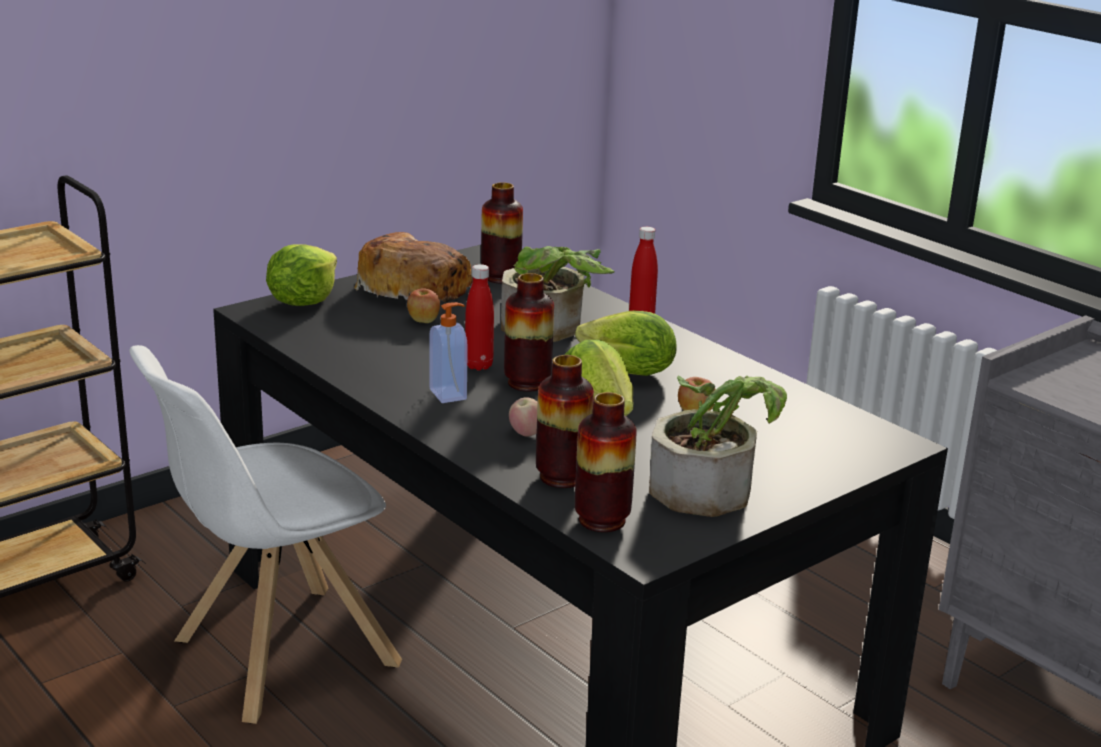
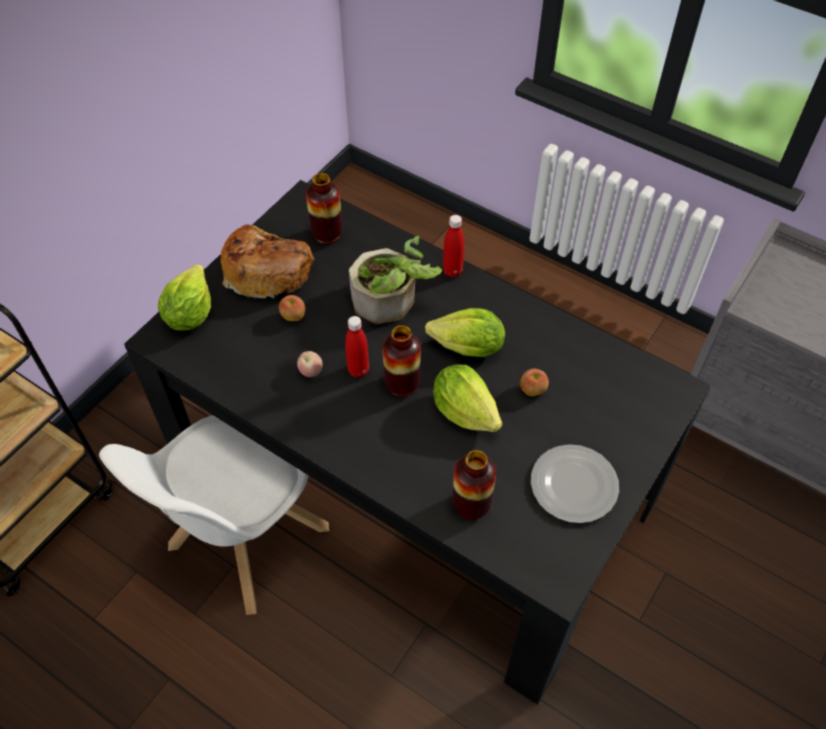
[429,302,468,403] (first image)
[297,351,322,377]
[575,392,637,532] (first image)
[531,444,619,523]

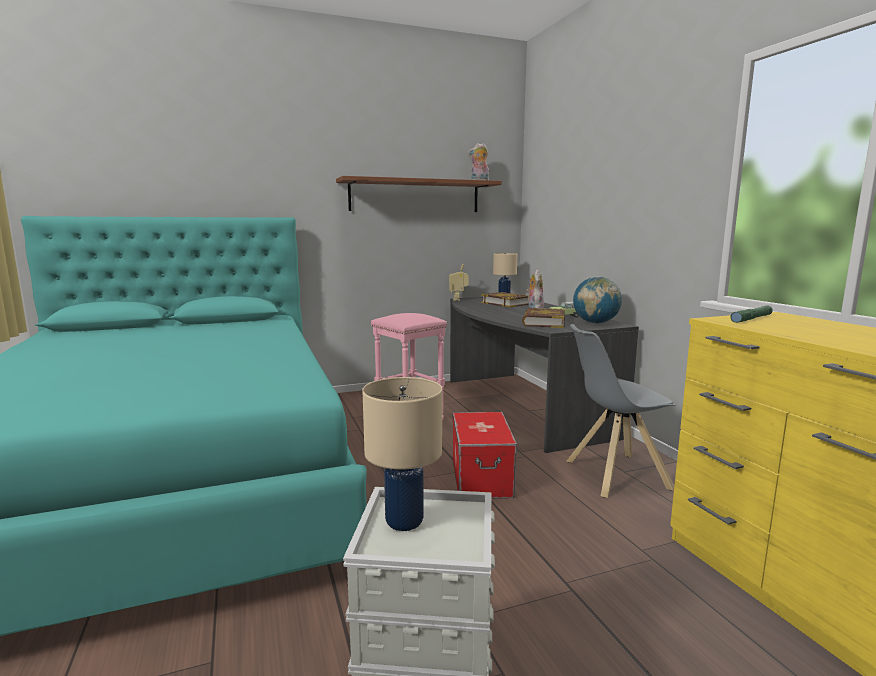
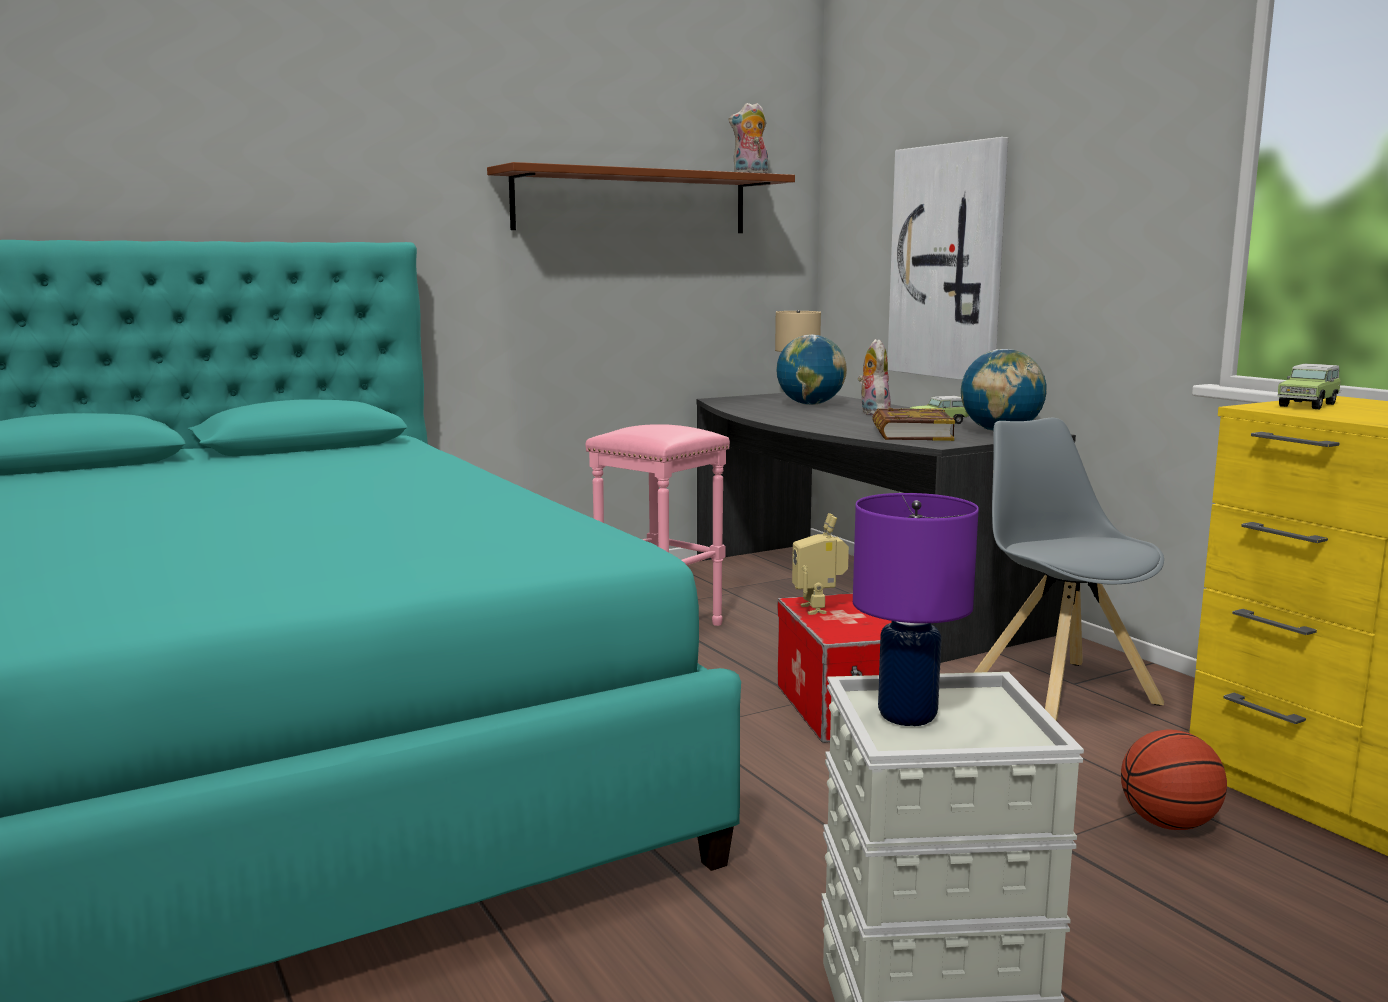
[853,493,979,726]
[792,513,849,615]
[776,335,847,405]
[973,418,1164,721]
[1278,364,1341,410]
[888,137,1008,380]
[1121,729,1227,830]

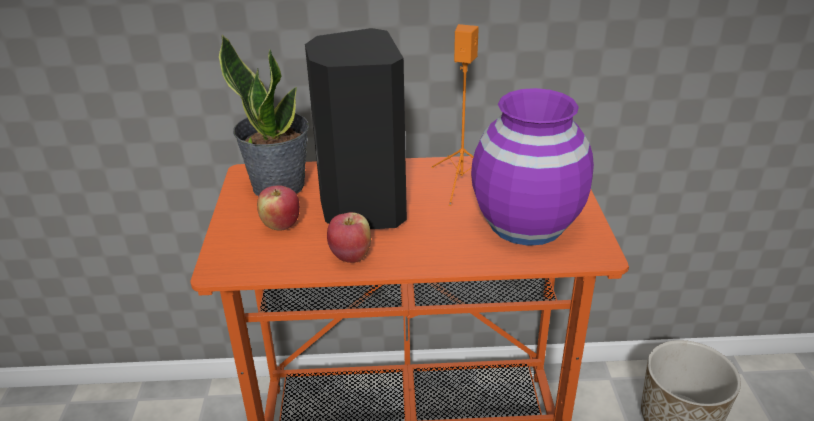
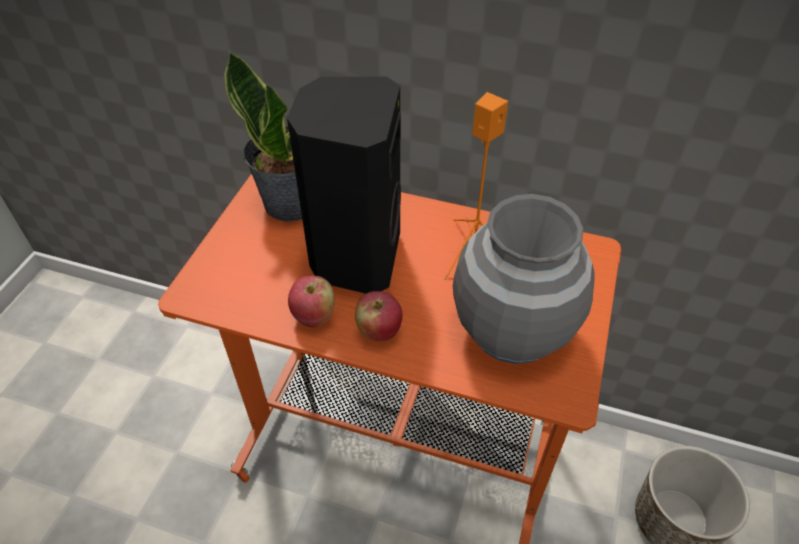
[355,291,403,342]
[453,194,594,364]

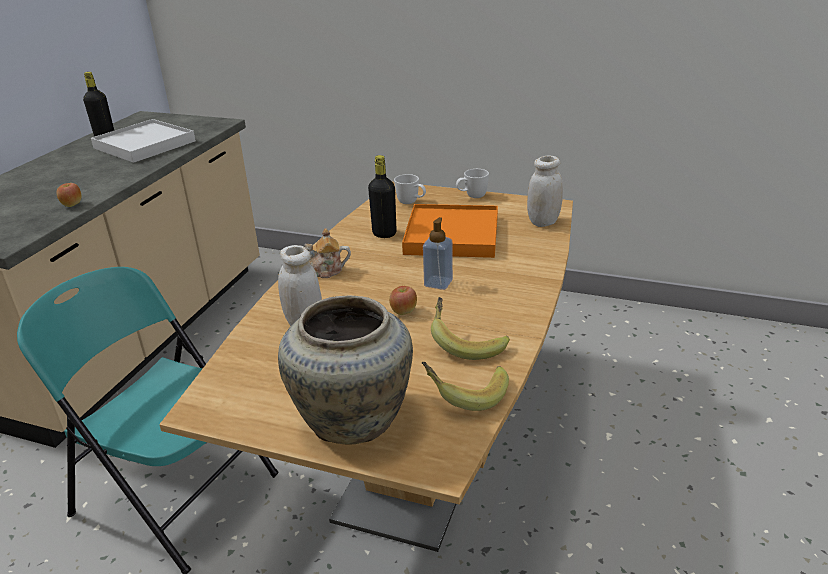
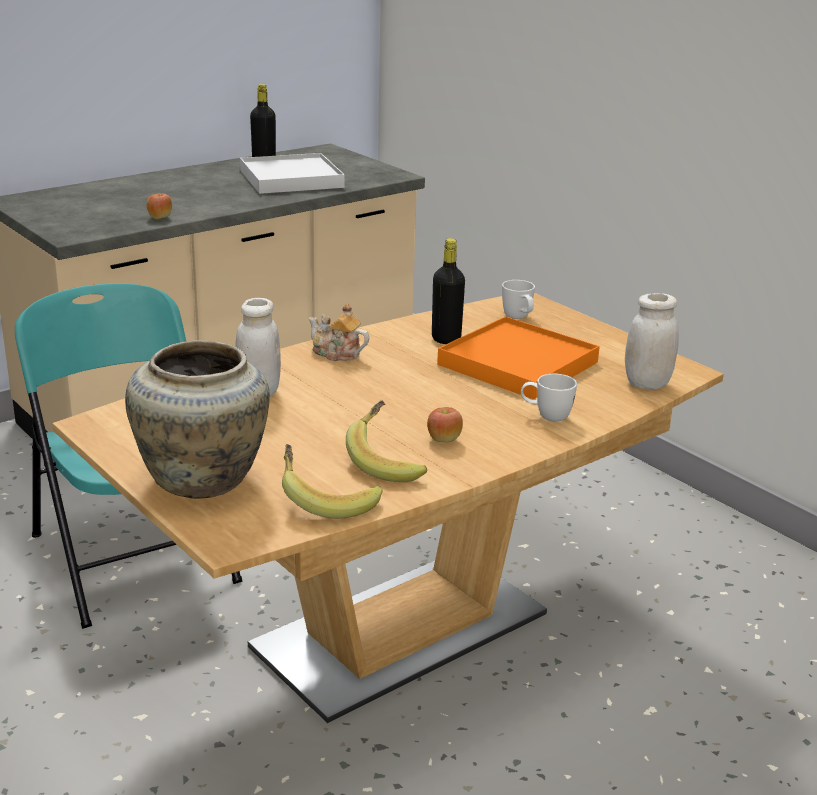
[427,407,463,442]
[423,217,453,290] (first image)
[521,374,577,422]

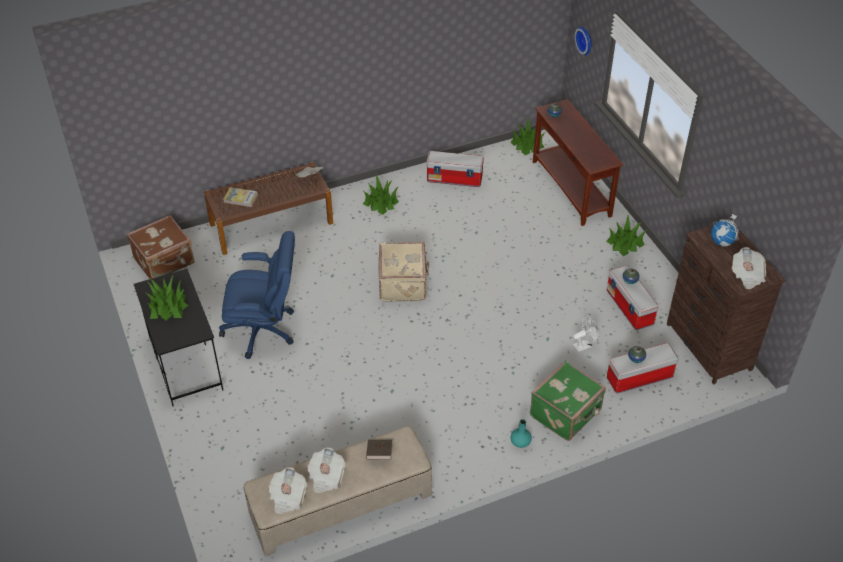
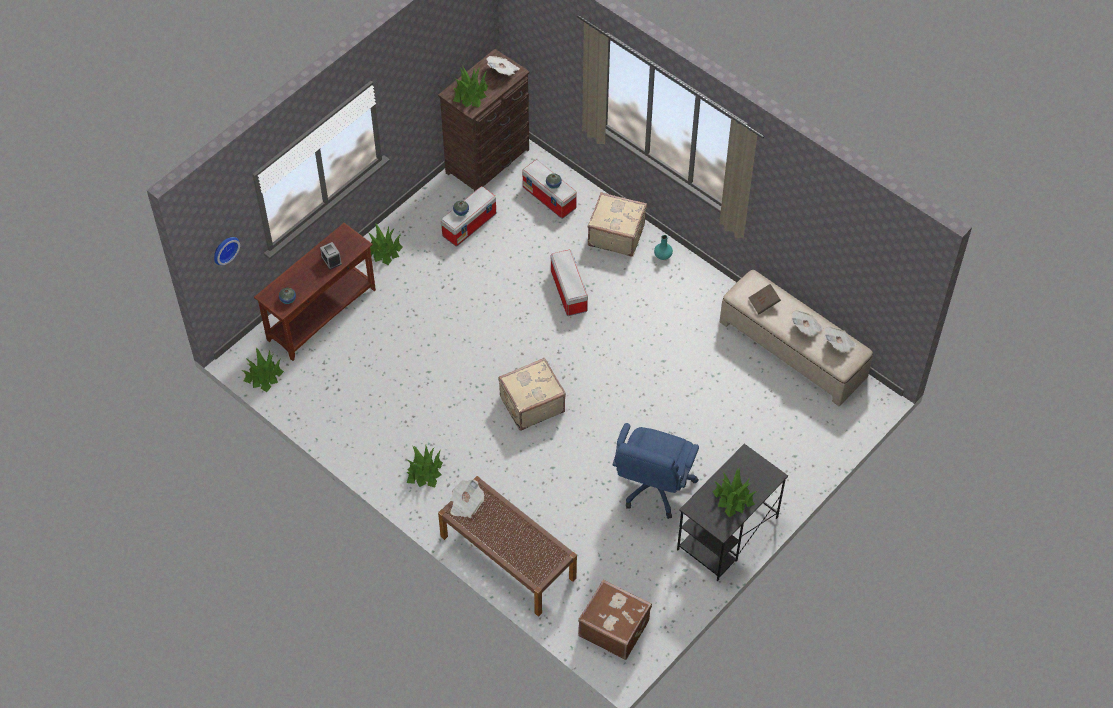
[613,423,699,519]
[223,187,258,207] (first image)
[551,250,588,316]
[588,192,647,257]
[573,316,600,352] (first image)
[453,66,488,108]
[320,242,342,270]

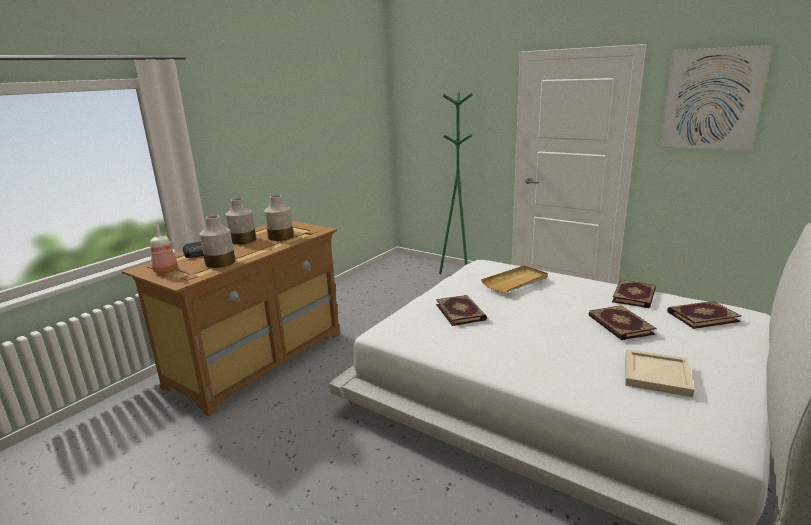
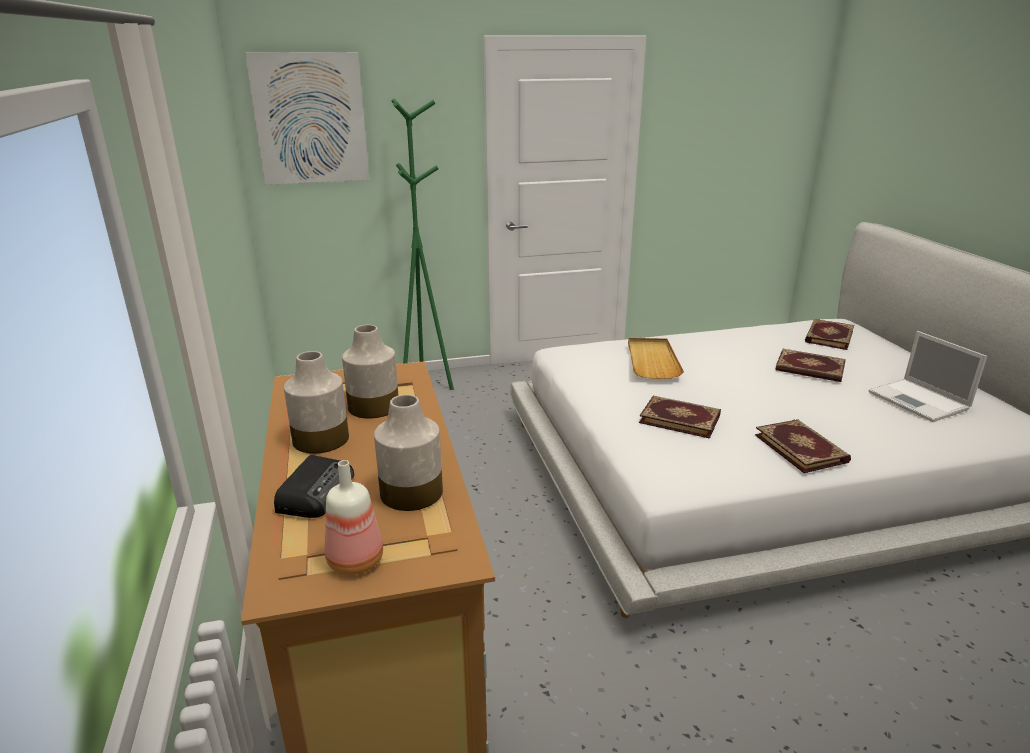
[755,419,851,473]
[869,331,987,422]
[245,52,369,185]

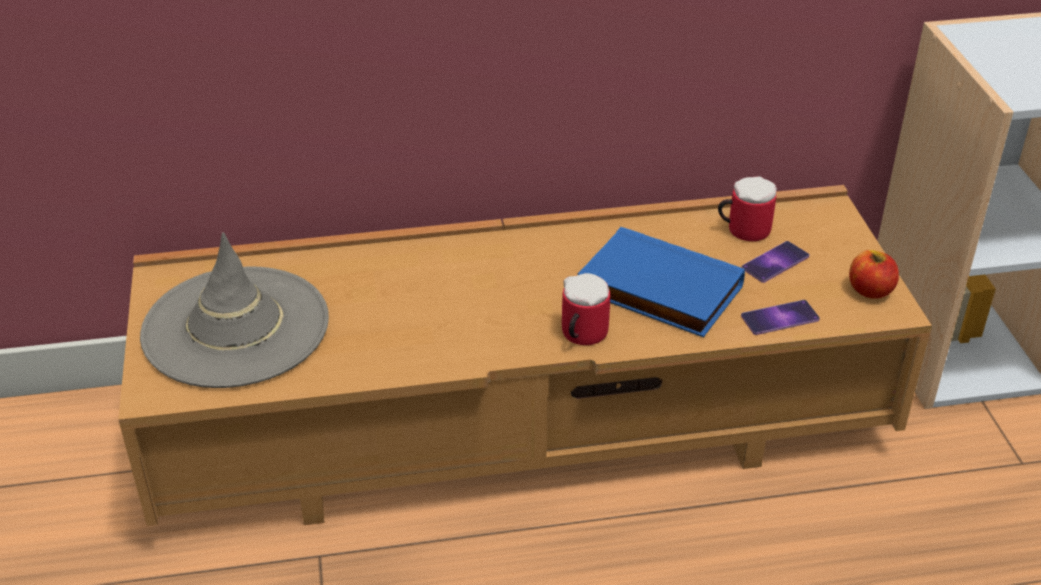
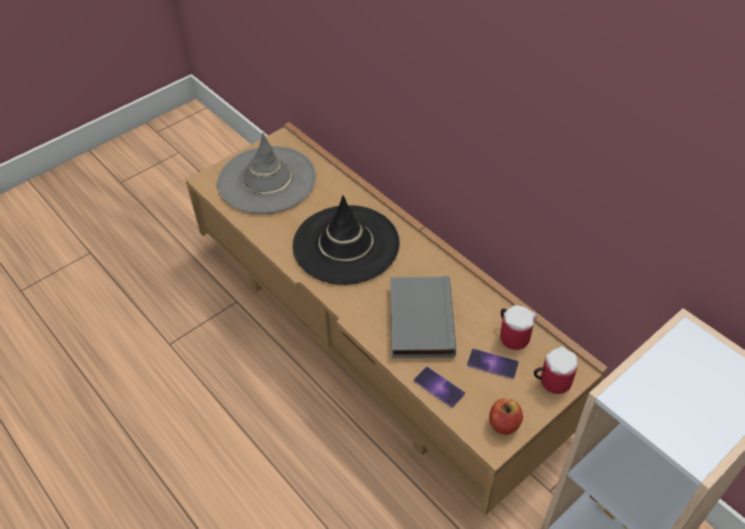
[534,346,578,394]
[390,276,456,358]
[293,195,400,285]

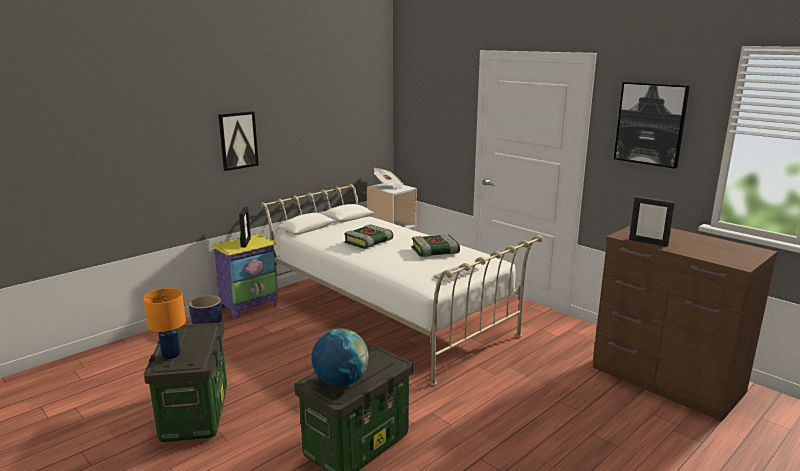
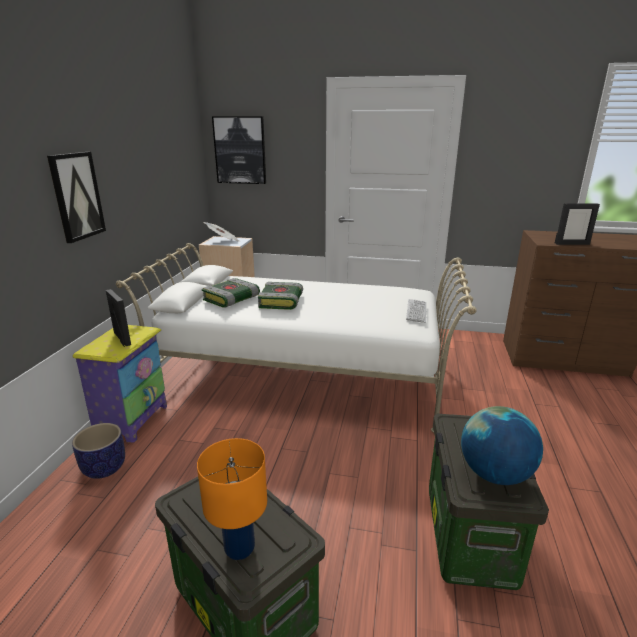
[202,278,260,308]
[212,116,266,184]

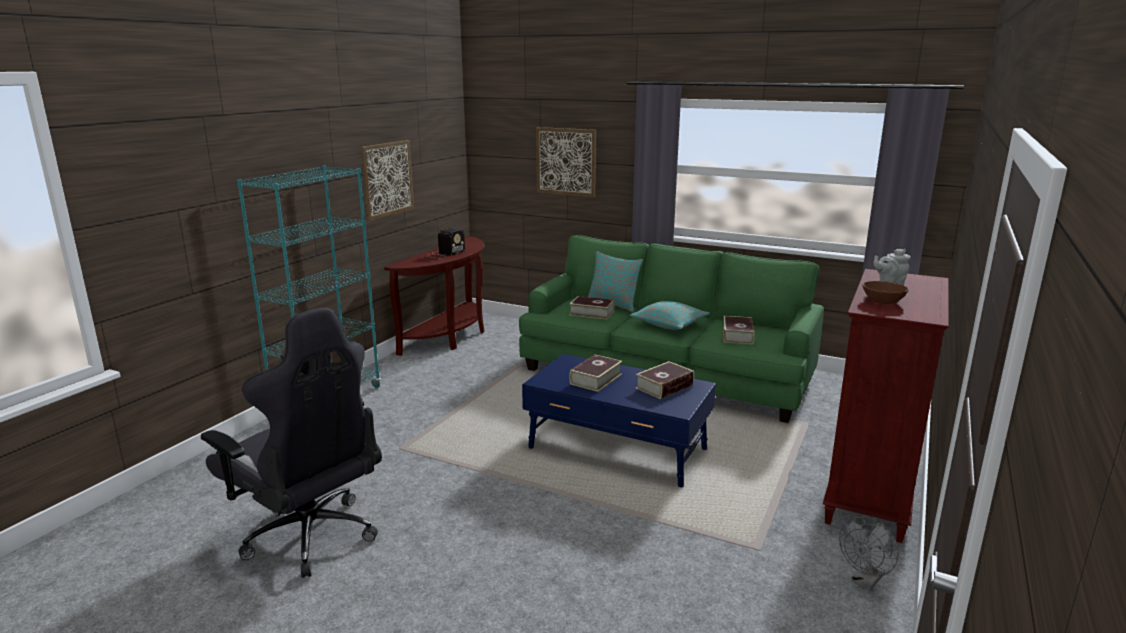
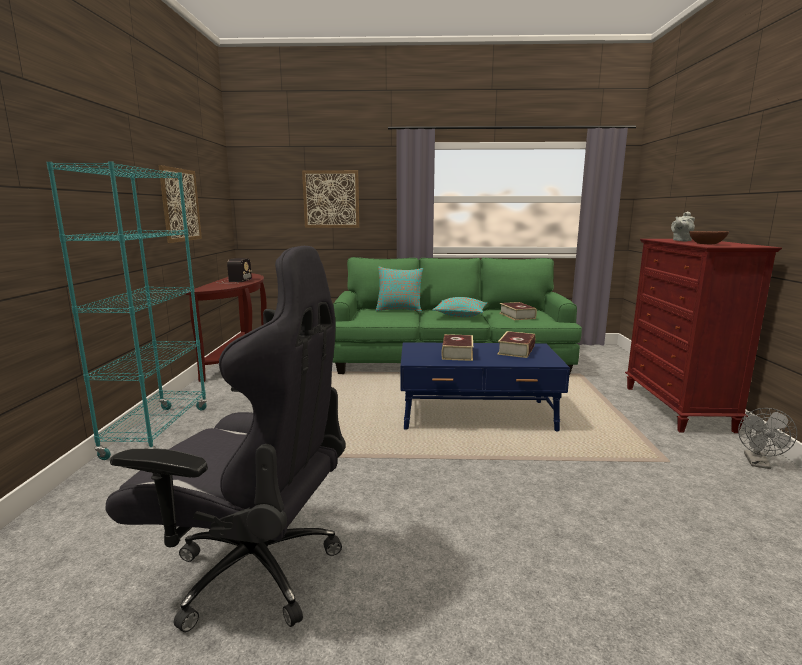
[570,296,615,320] (first image)

